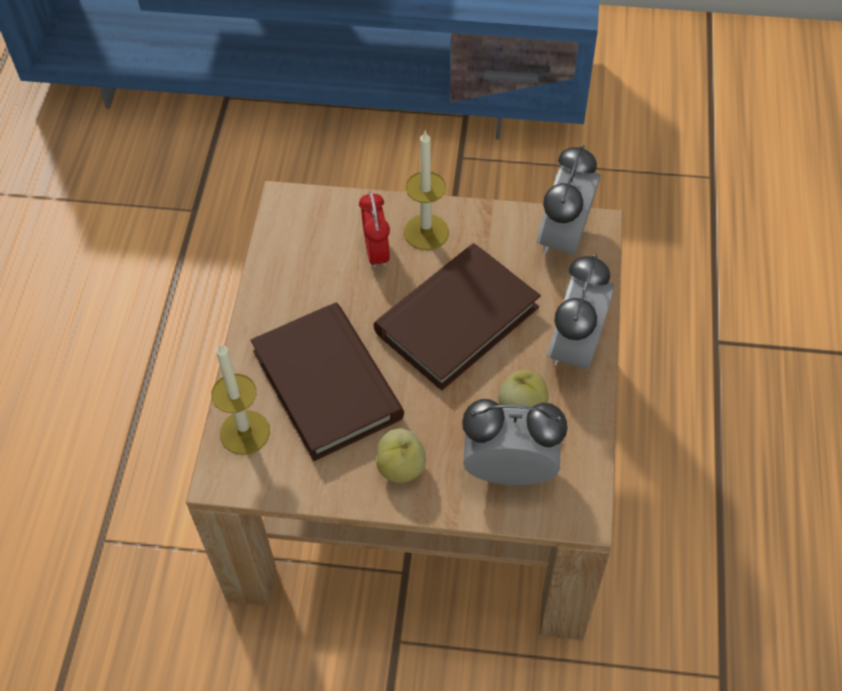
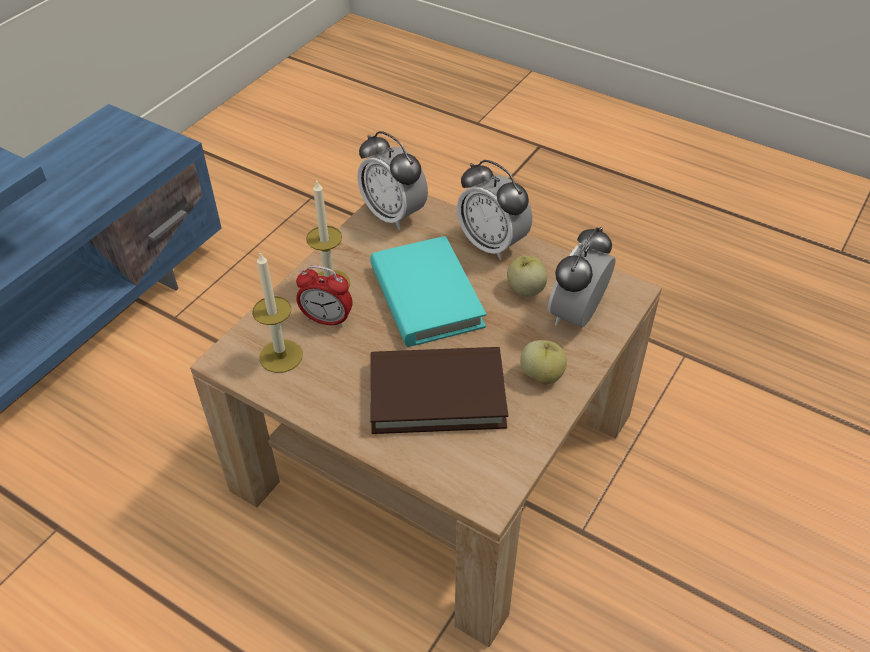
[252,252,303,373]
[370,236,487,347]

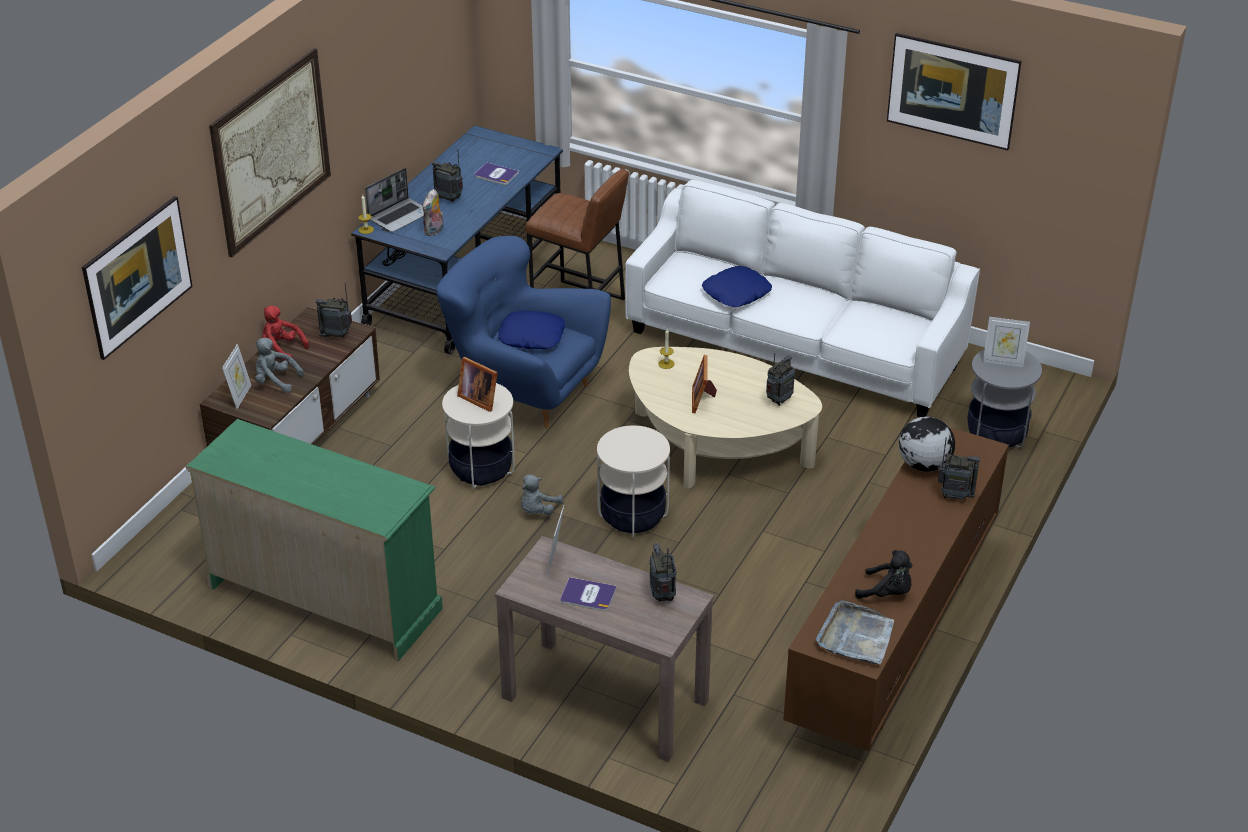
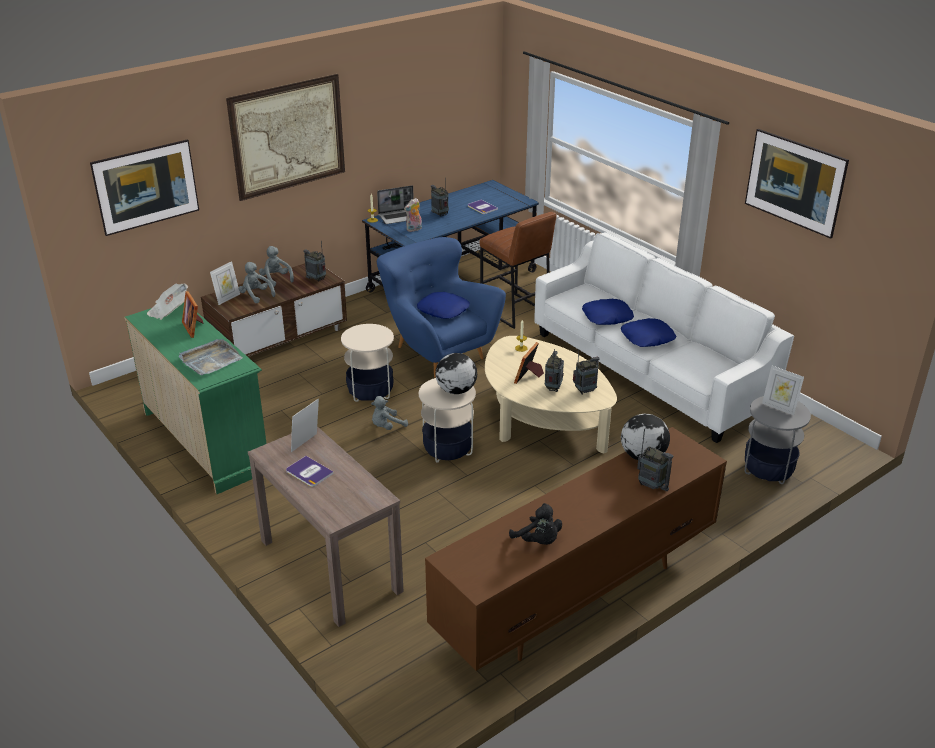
[259,246,294,287]
[182,291,204,338]
[545,349,564,392]
[178,339,243,376]
[147,284,188,320]
[435,353,477,394]
[621,318,676,347]

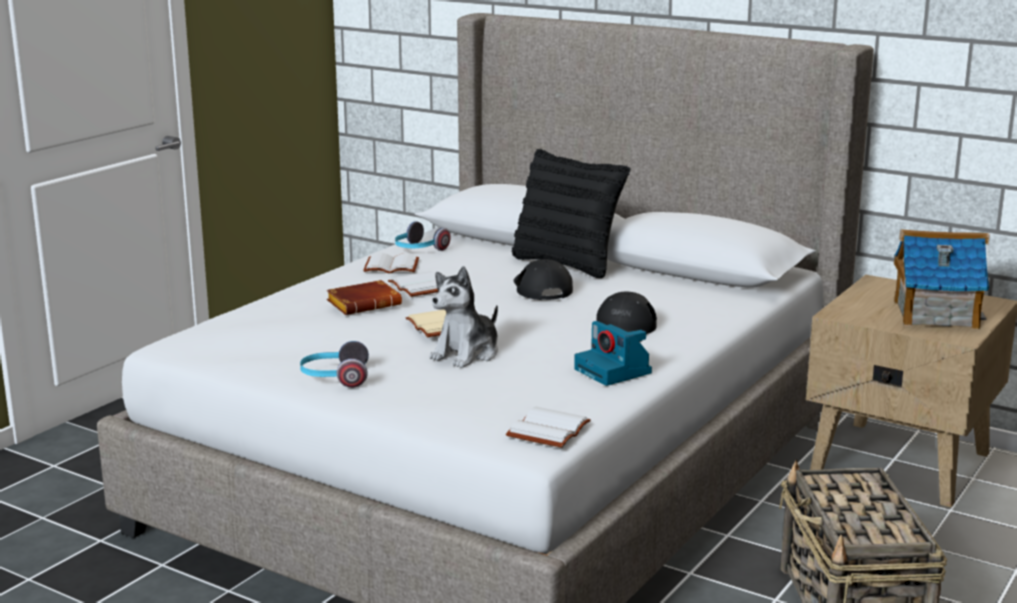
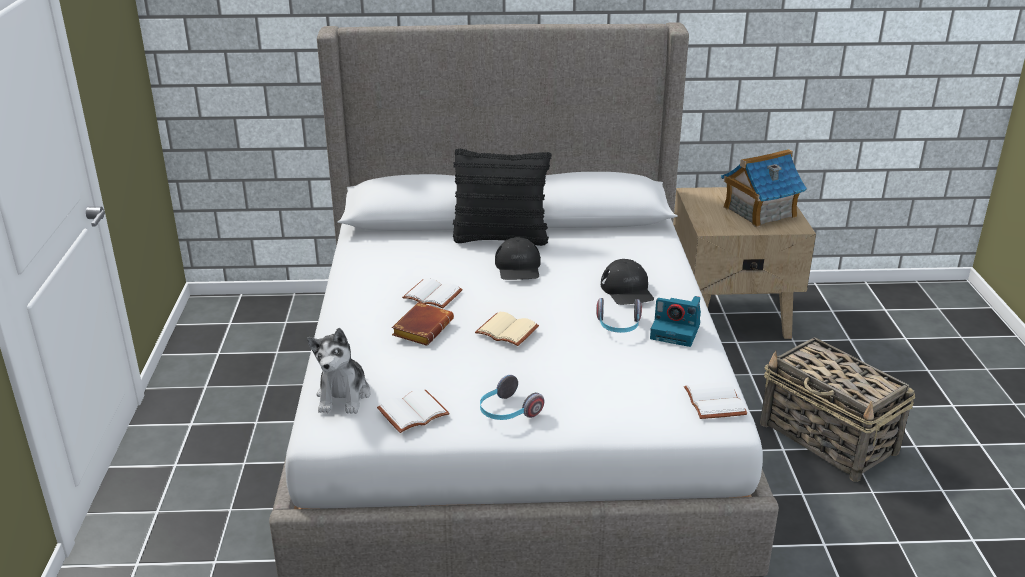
[377,389,450,433]
[596,298,642,333]
[307,328,371,414]
[495,237,541,280]

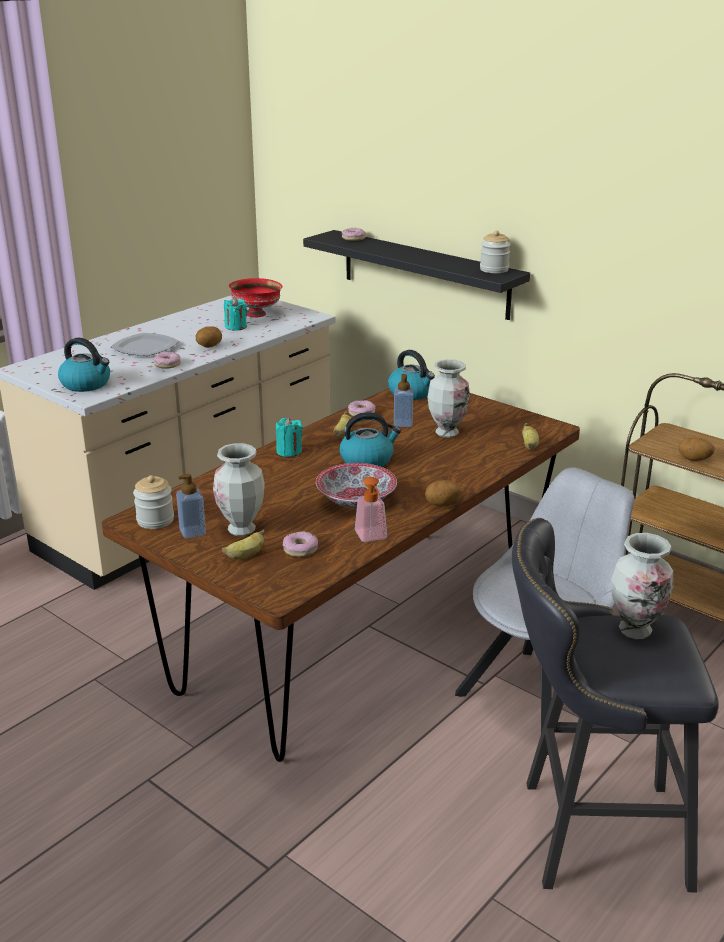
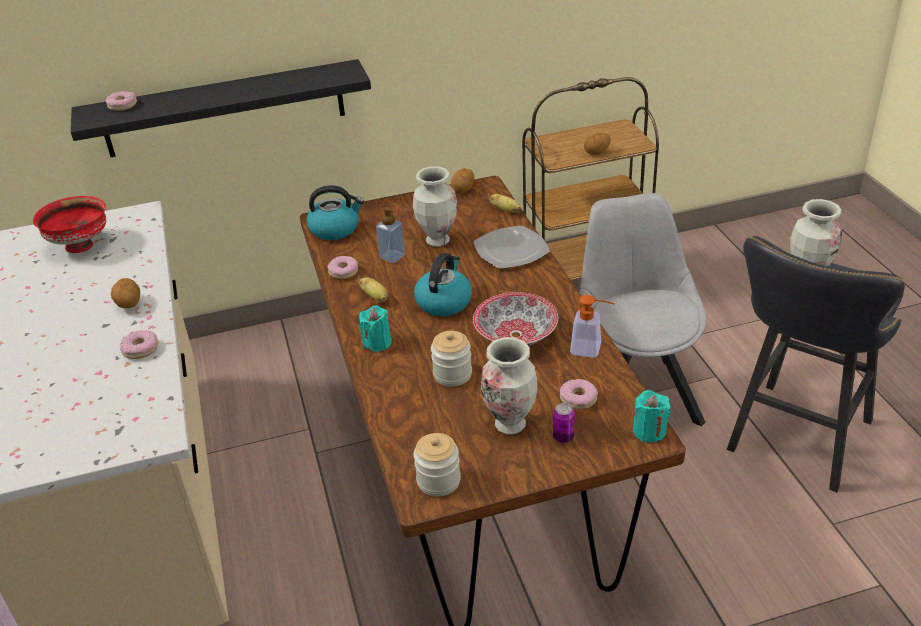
[58,338,110,392] (first image)
[473,226,550,269]
[176,474,206,539] (first image)
[553,403,574,443]
[633,390,671,443]
[451,168,474,193]
[431,331,472,387]

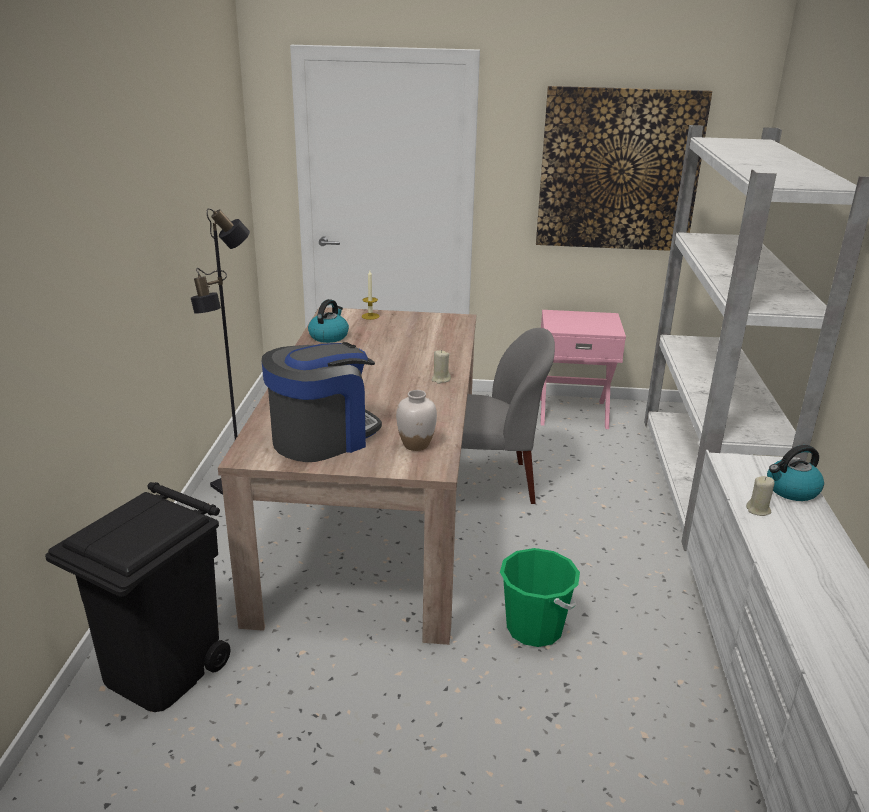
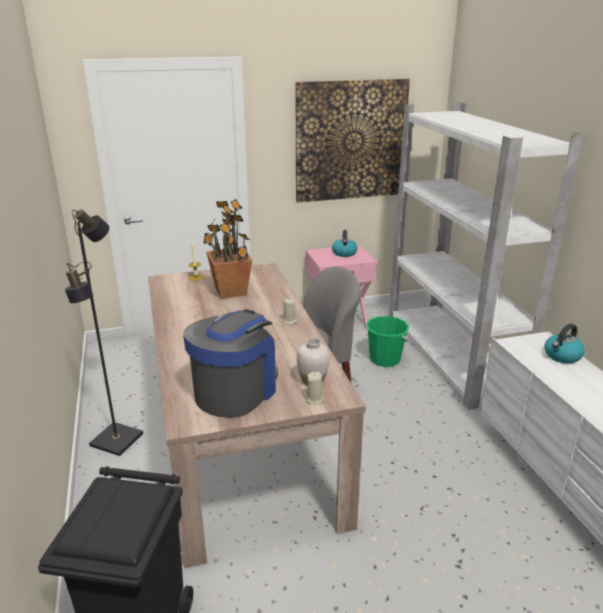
[332,230,357,257]
[366,316,410,367]
[305,372,325,404]
[204,199,252,299]

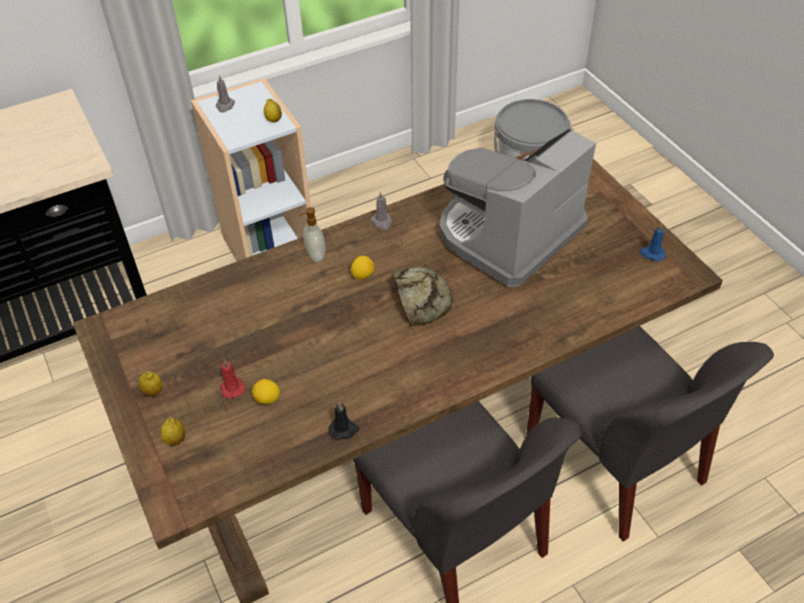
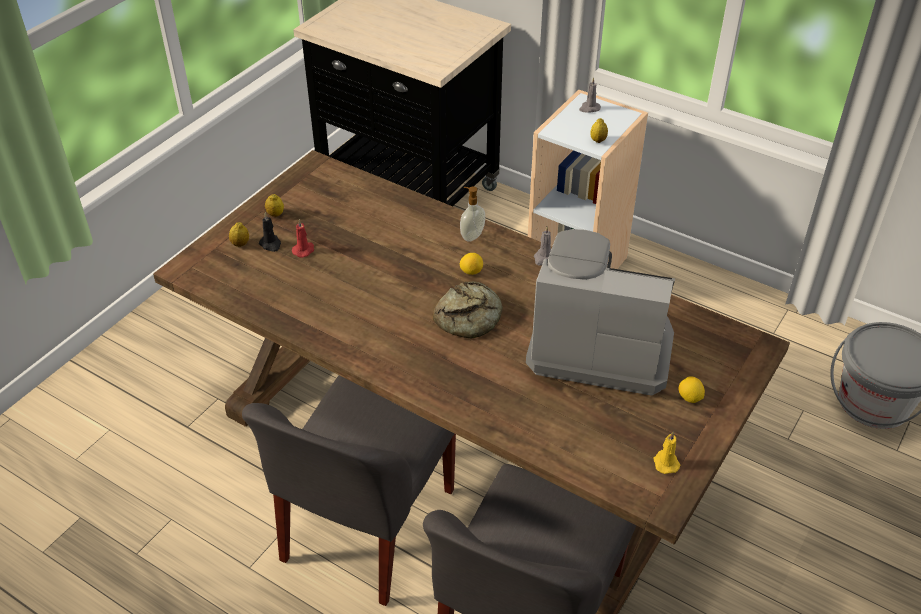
[679,376,705,403]
[259,213,281,252]
[654,432,680,474]

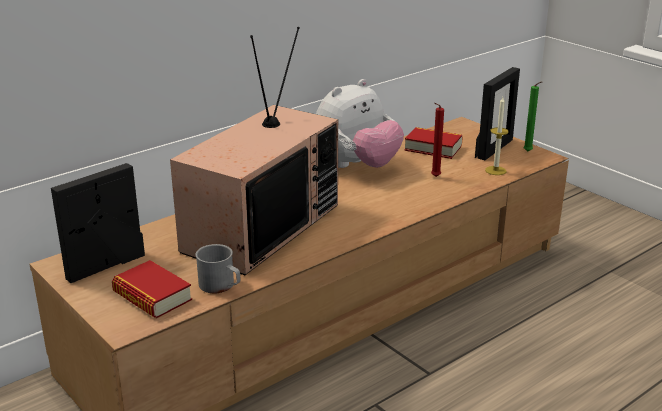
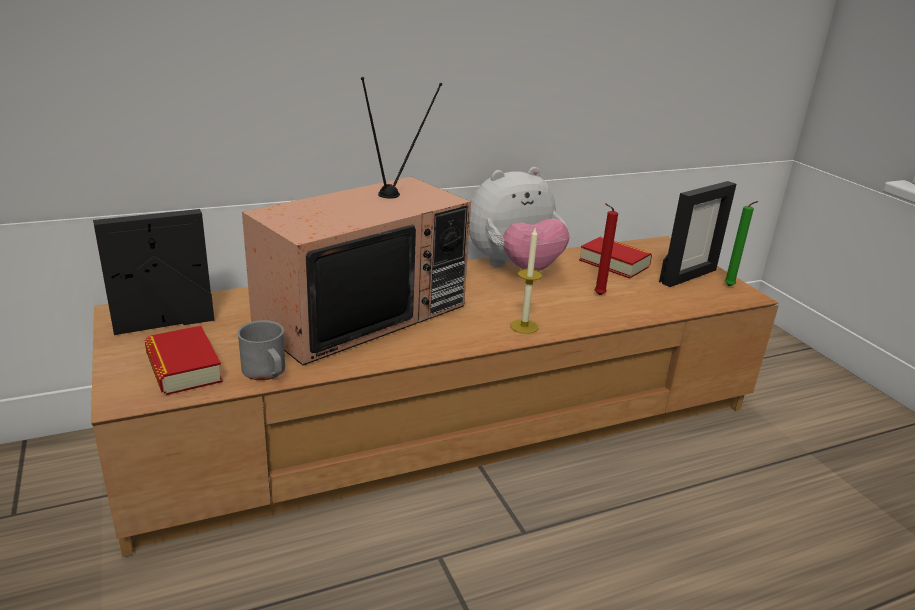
[510,228,543,334]

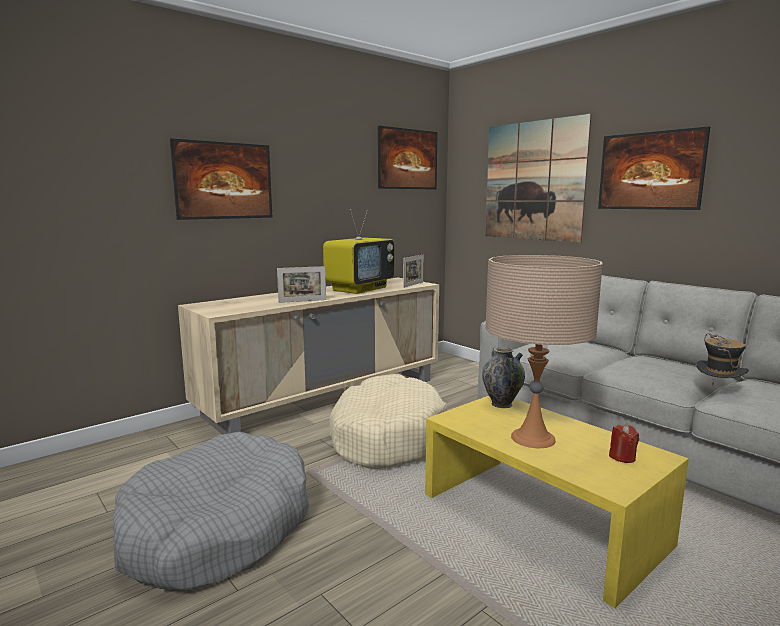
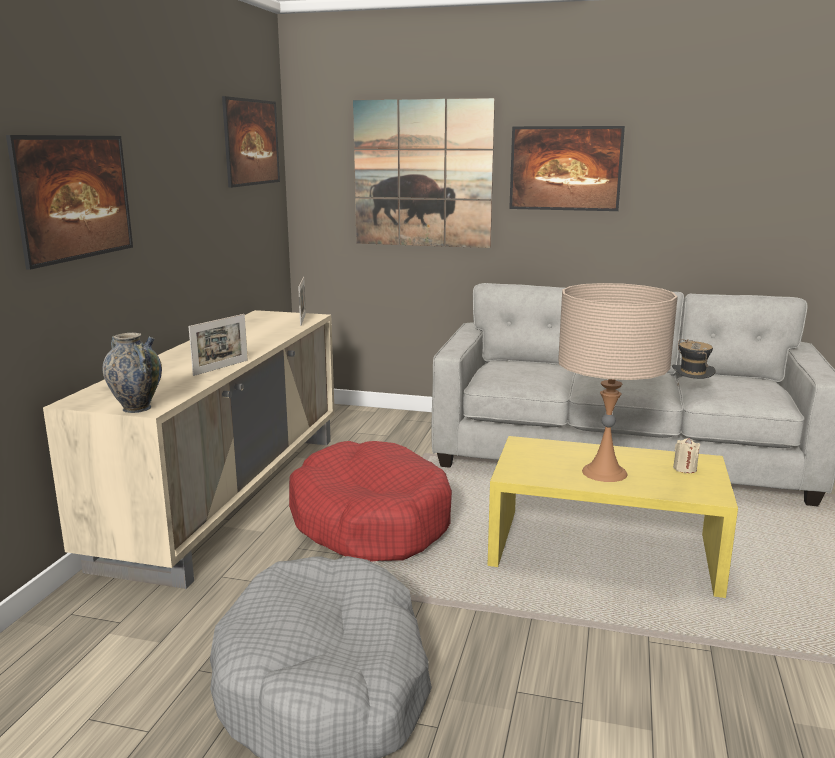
[323,209,395,294] (first image)
[289,441,452,562]
[102,333,162,413]
[673,438,700,473]

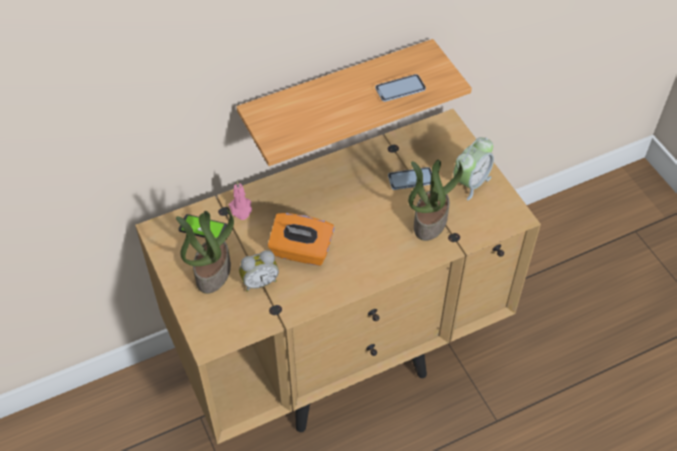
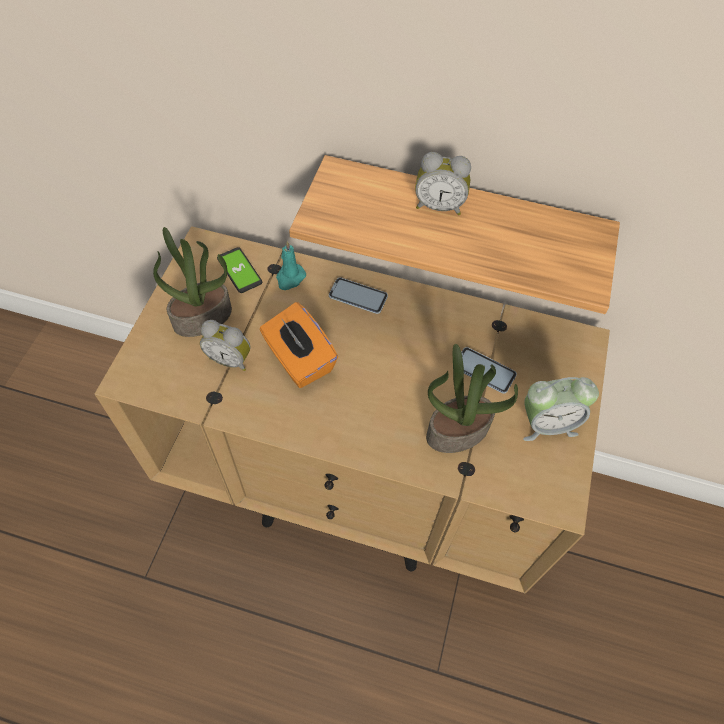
[276,241,306,290]
[329,277,388,314]
[415,152,471,215]

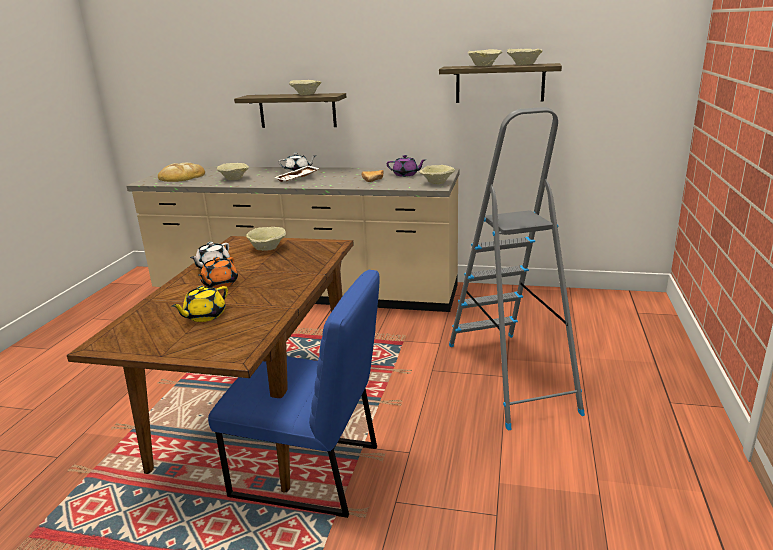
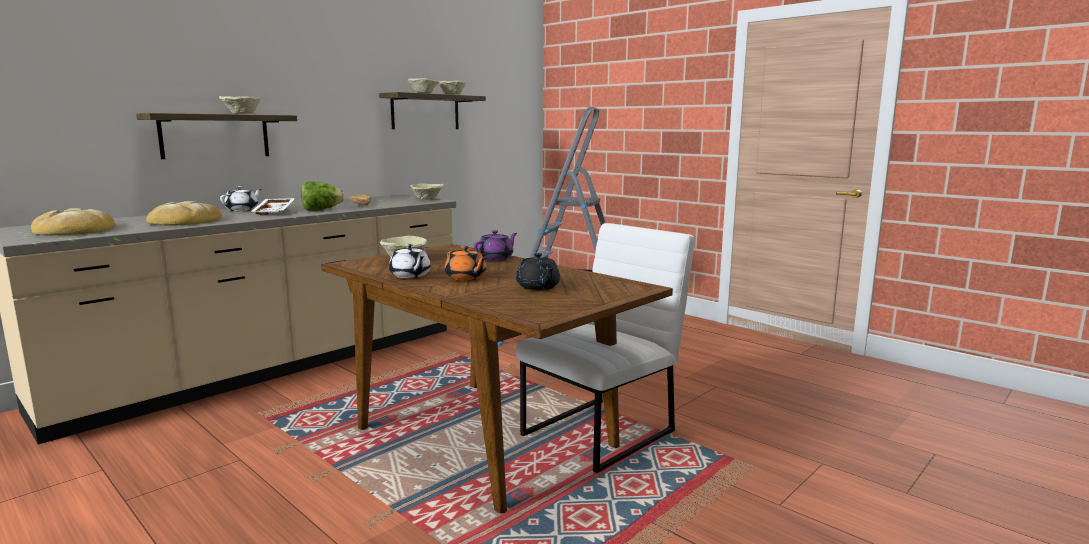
[516,253,560,290]
[516,223,695,473]
[146,201,222,226]
[474,230,517,261]
[301,181,345,211]

